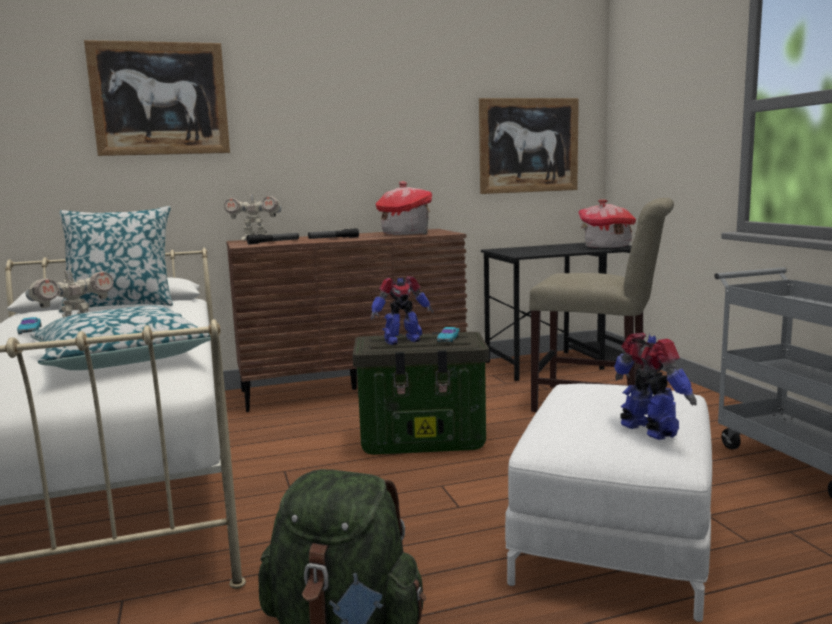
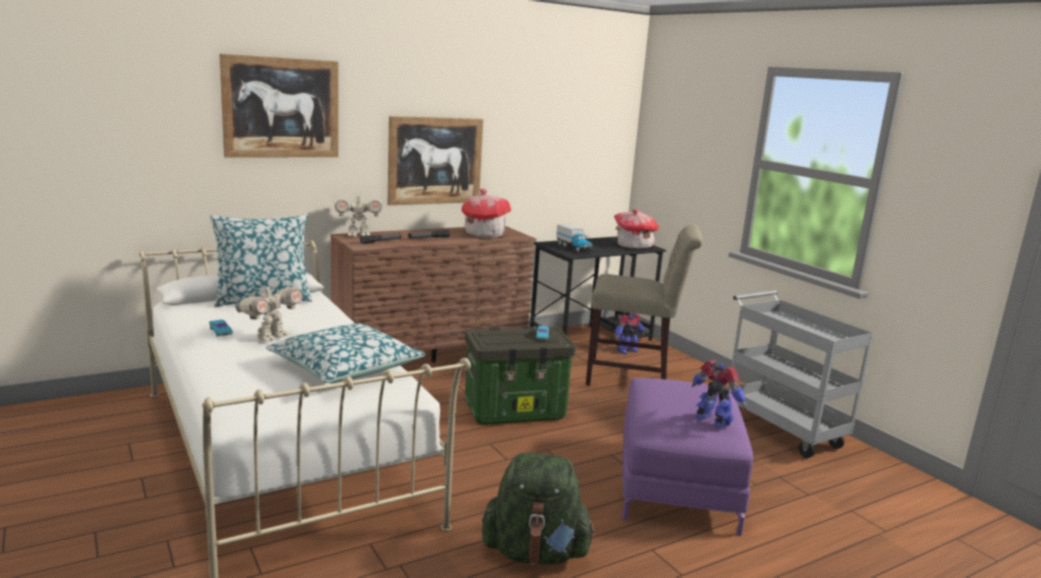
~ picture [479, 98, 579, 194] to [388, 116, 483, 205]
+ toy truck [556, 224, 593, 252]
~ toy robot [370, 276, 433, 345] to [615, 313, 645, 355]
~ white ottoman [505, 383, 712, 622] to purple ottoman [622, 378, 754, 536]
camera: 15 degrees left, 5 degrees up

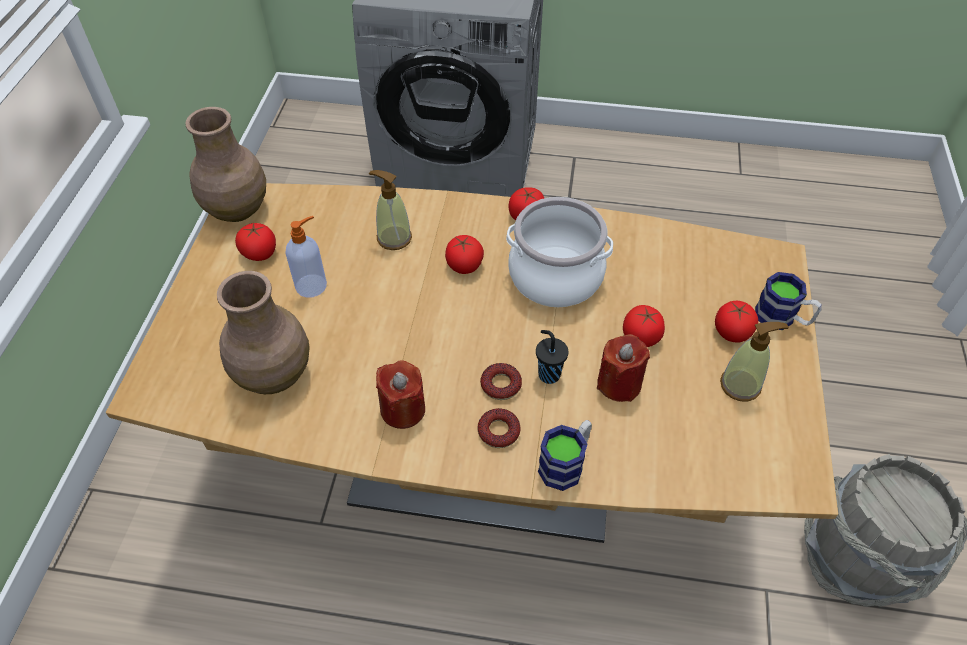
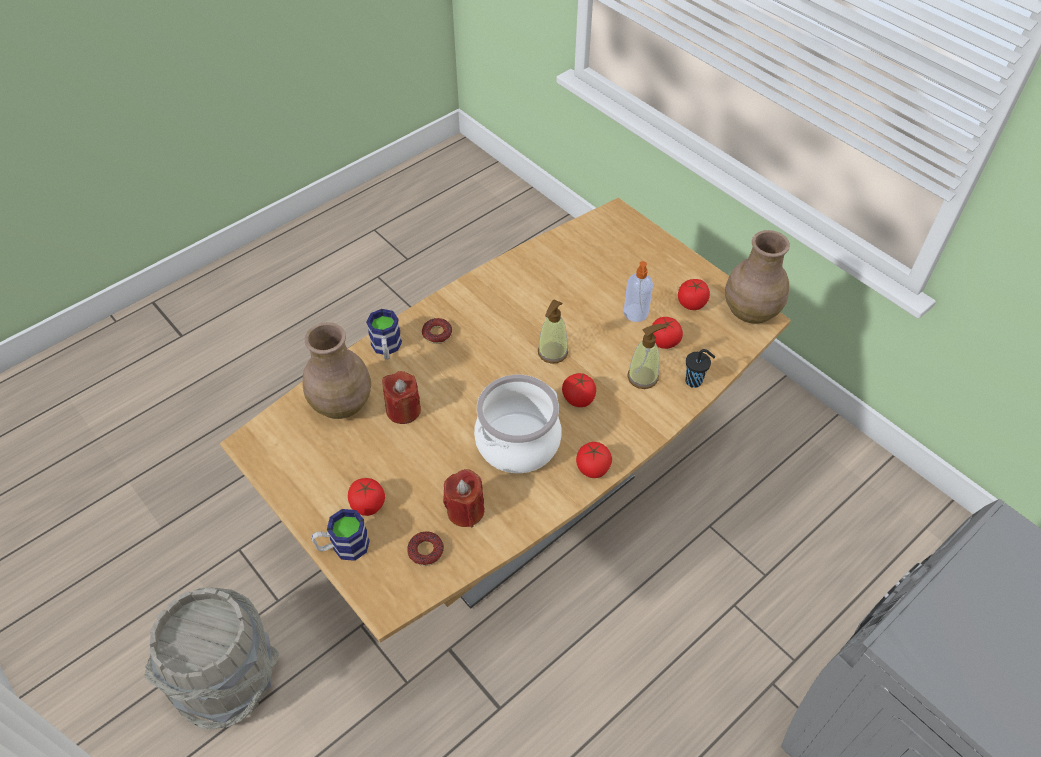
~ brown vase [217, 271, 310, 394] to [303, 322, 371, 419]
~ donut [480, 363, 522, 400] to [407, 531, 444, 566]
~ red candle [376, 360, 425, 429] to [443, 469, 484, 527]
~ soap dispenser [720, 322, 789, 401] to [538, 299, 568, 364]
~ tomato [623, 305, 665, 347] to [652, 317, 683, 349]
~ black cup [536, 330, 568, 384] to [685, 349, 715, 388]
camera: 130 degrees right, 0 degrees up

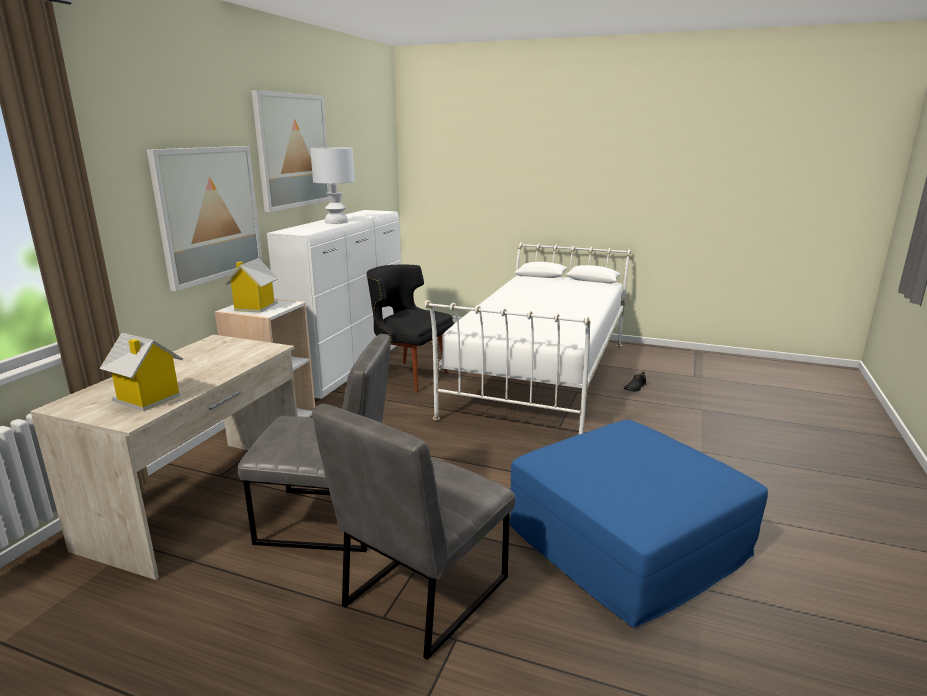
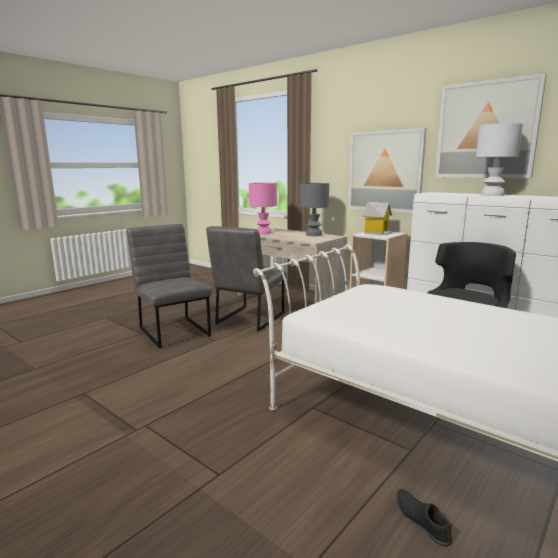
~ toy house [99, 333, 183, 411] to pink table lamp [249, 183, 277, 234]
+ grey table lamp [300, 183, 329, 236]
- blue ottoman [510, 420, 768, 628]
camera: 110 degrees right, 5 degrees down

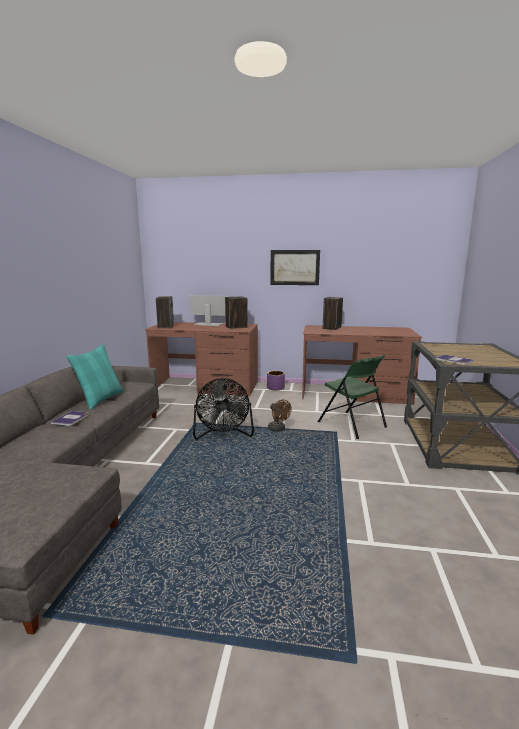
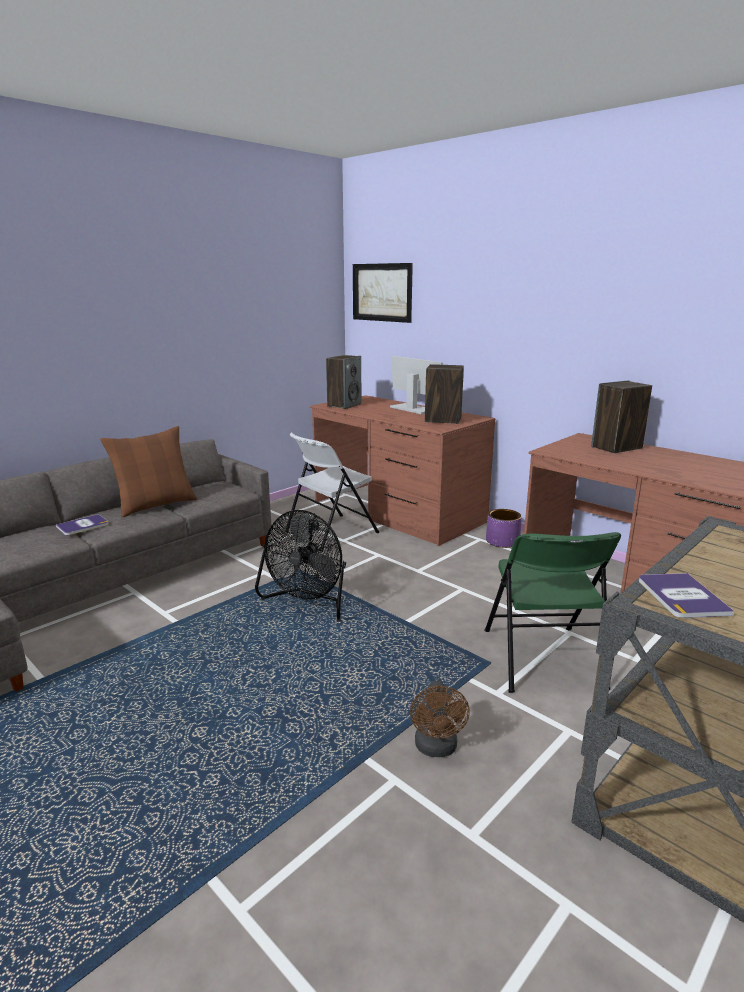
~ turquoise pillow [66, 344, 123, 410] to brown pillow [100, 426, 197, 517]
+ white chair [286, 432, 379, 552]
~ picture [270, 250, 320, 285] to [353, 263, 413, 323]
~ brown fan [268, 400, 292, 432] to [410, 681, 470, 757]
camera: 35 degrees right, 5 degrees up

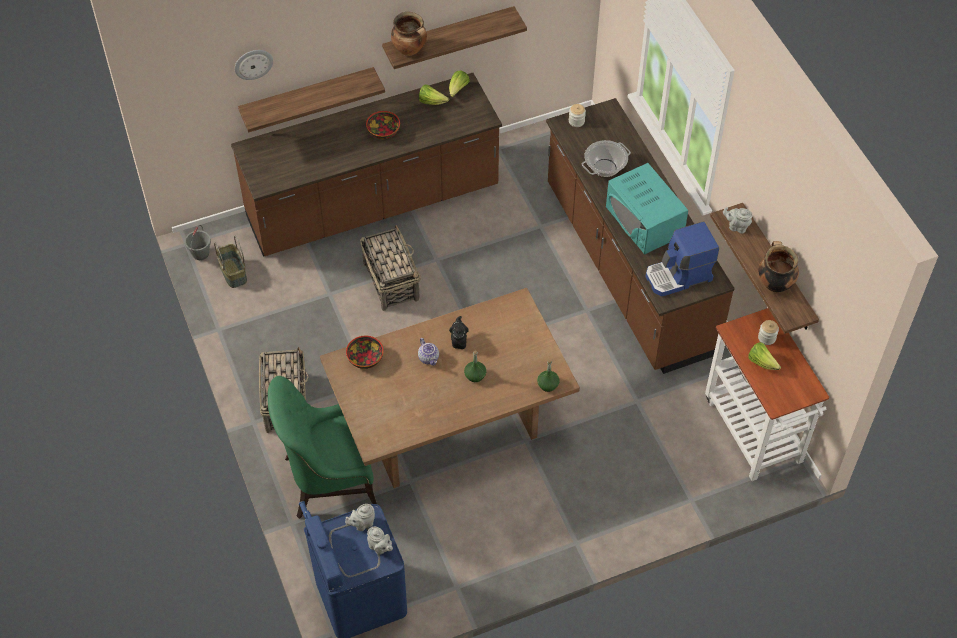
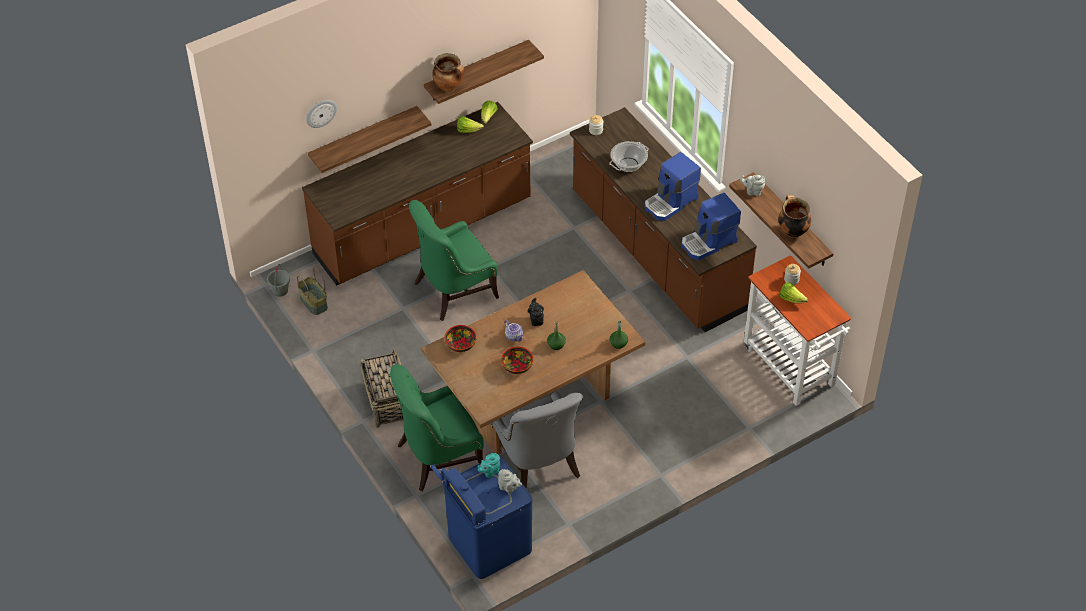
~ basket [360, 225, 421, 311] to green chair [409, 200, 499, 321]
~ grey teapot [345, 504, 375, 531] to turquoise teapot [478, 453, 500, 478]
+ grey chair [490, 392, 583, 488]
~ bowl [366, 111, 400, 139] to [501, 346, 533, 374]
~ turquoise microwave [606, 163, 688, 254] to coffee machine [645, 152, 701, 221]
camera: 10 degrees left, 5 degrees down

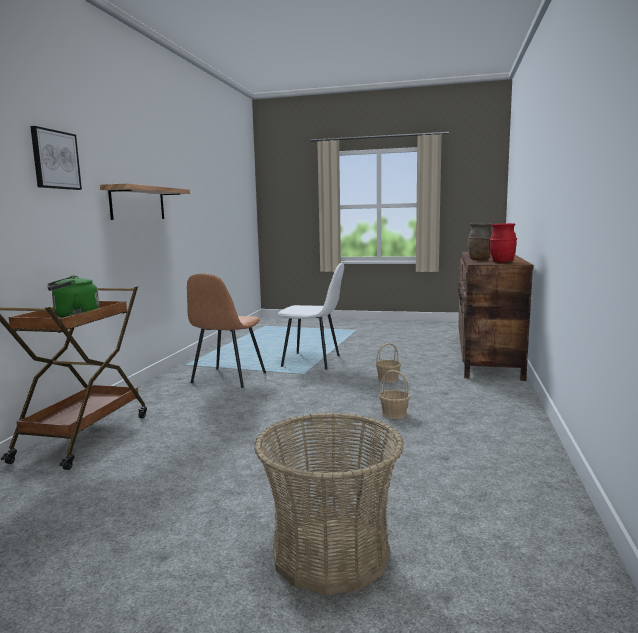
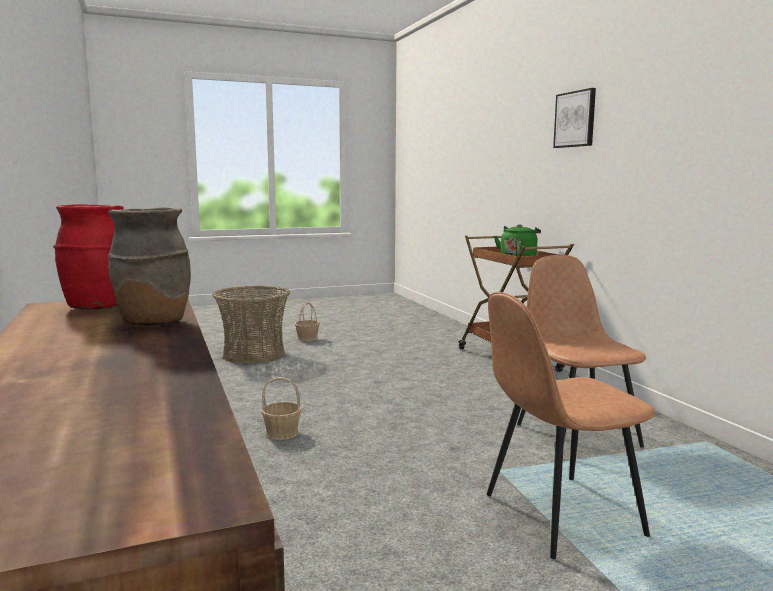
~ basket [375, 343, 401, 383] to [295, 303, 320, 342]
~ white chair [278, 263, 344, 370] to brown chair [487, 292, 655, 559]
- shelf [100, 183, 190, 220]
camera: 145 degrees right, 0 degrees up

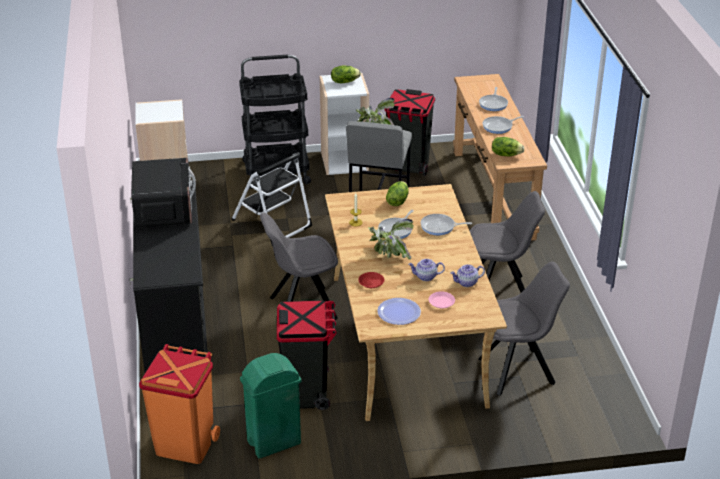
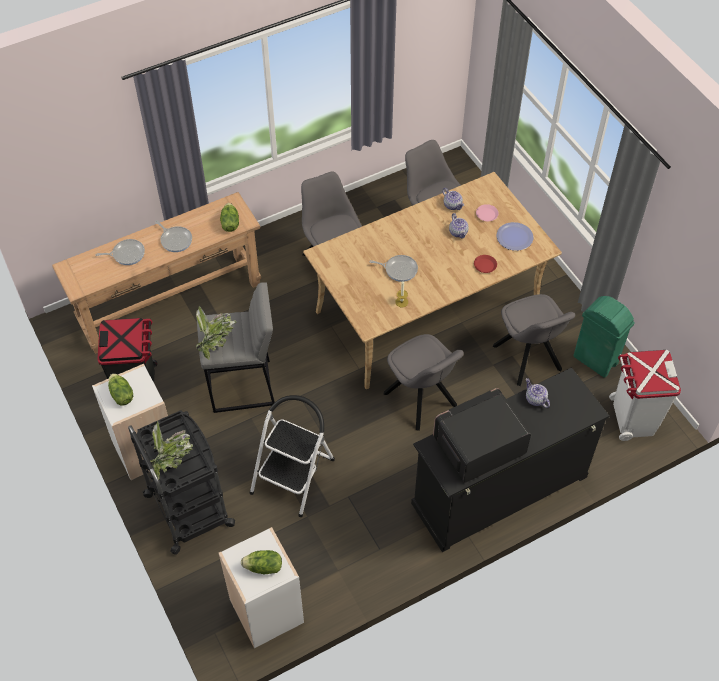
~ potted plant [367, 219, 413, 260] to [150, 421, 193, 480]
~ lettuce [386, 181, 409, 206] to [241, 550, 282, 574]
~ black trash can [277, 301, 337, 410] to grey chair [493, 294, 575, 386]
+ teapot [526, 378, 550, 408]
~ orange trash can [139, 344, 220, 464] to white trash can [609, 350, 681, 441]
- frying pan [421, 214, 472, 235]
camera: 110 degrees left, 20 degrees up

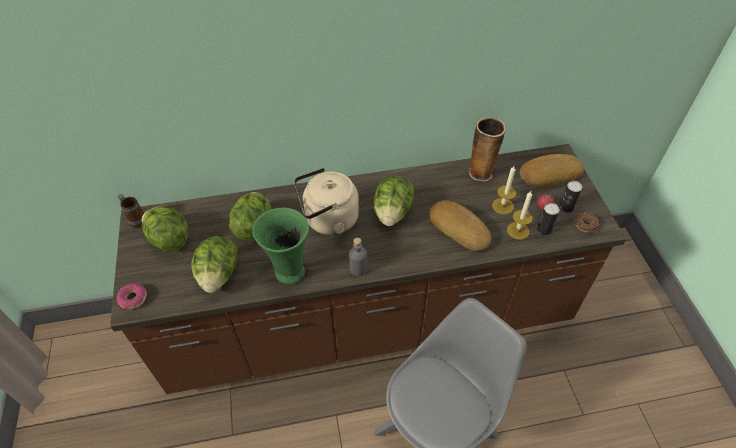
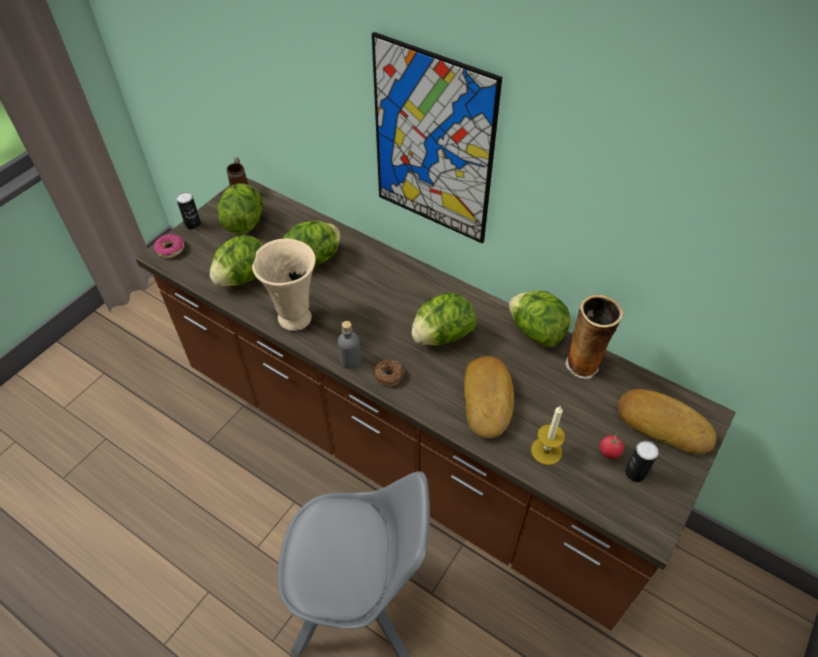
~ can [537, 203, 560, 235] to [176, 192, 201, 230]
~ green vase [252, 208, 309, 284] to beige vase [252, 239, 316, 331]
+ picture [372, 32, 502, 243]
~ donut [575, 213, 599, 233] to [374, 359, 404, 386]
+ lettuce [509, 291, 570, 347]
- beige kettle [294, 168, 359, 235]
- candle [492, 166, 516, 215]
camera: 45 degrees right, 0 degrees up

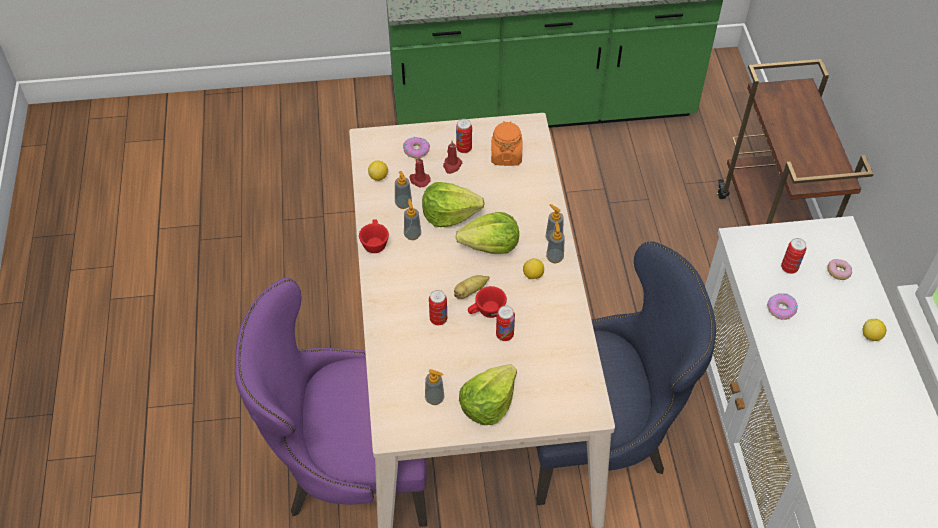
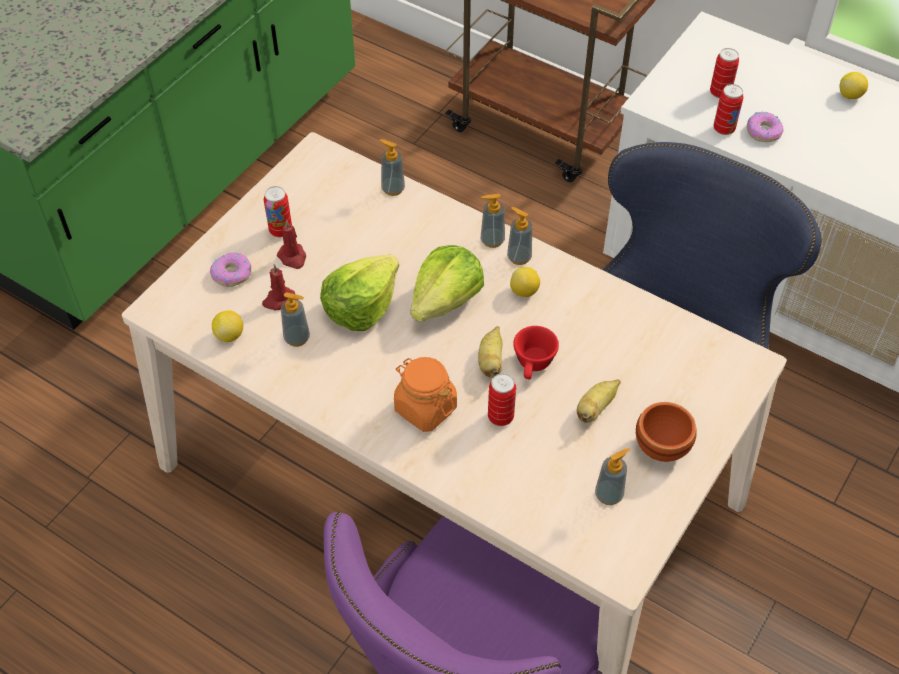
~ soap dispenser [404, 199, 421, 240] to [379, 139, 405, 196]
~ orange jar [491, 121, 522, 166] to [394, 357, 457, 432]
+ banana [577, 379, 620, 423]
~ lettuce [459, 364, 517, 425] to brown bowl [636, 402, 697, 462]
~ can [496, 306, 515, 341] to [714, 84, 744, 135]
- red cup [359, 219, 389, 253]
- donut [827, 259, 852, 280]
camera: 50 degrees left, 0 degrees up

